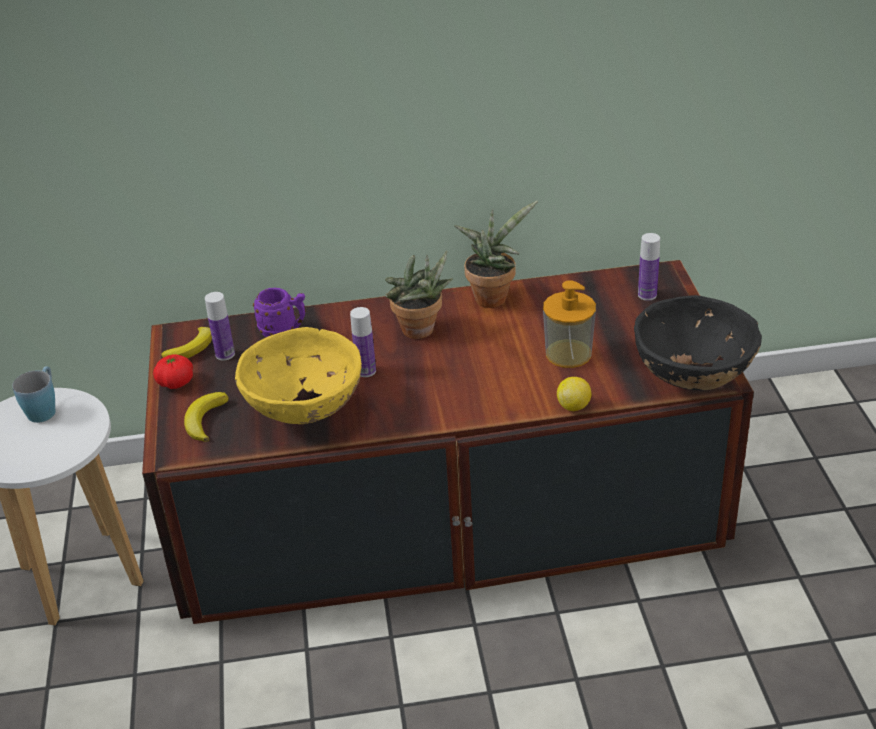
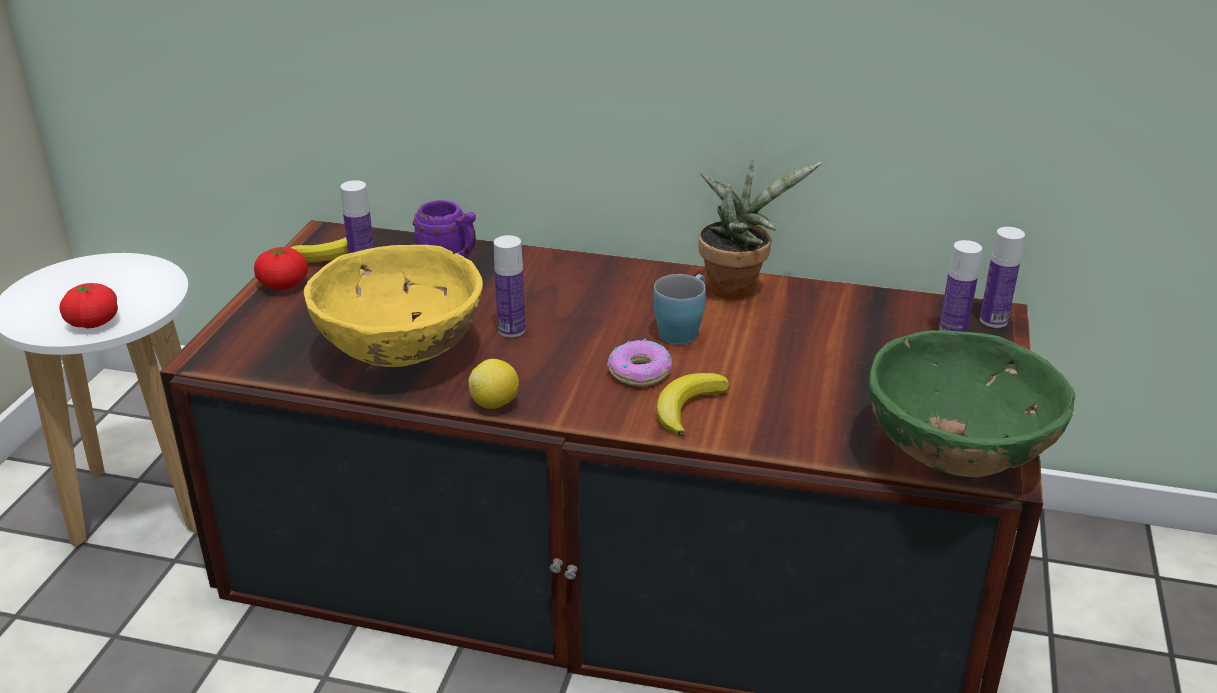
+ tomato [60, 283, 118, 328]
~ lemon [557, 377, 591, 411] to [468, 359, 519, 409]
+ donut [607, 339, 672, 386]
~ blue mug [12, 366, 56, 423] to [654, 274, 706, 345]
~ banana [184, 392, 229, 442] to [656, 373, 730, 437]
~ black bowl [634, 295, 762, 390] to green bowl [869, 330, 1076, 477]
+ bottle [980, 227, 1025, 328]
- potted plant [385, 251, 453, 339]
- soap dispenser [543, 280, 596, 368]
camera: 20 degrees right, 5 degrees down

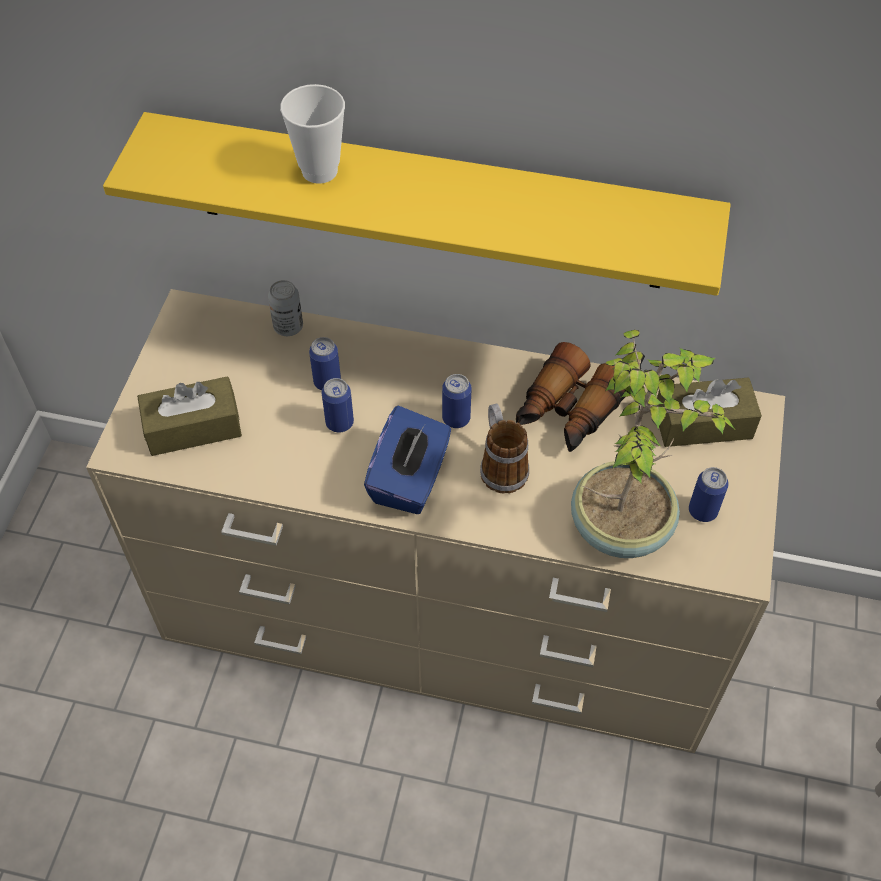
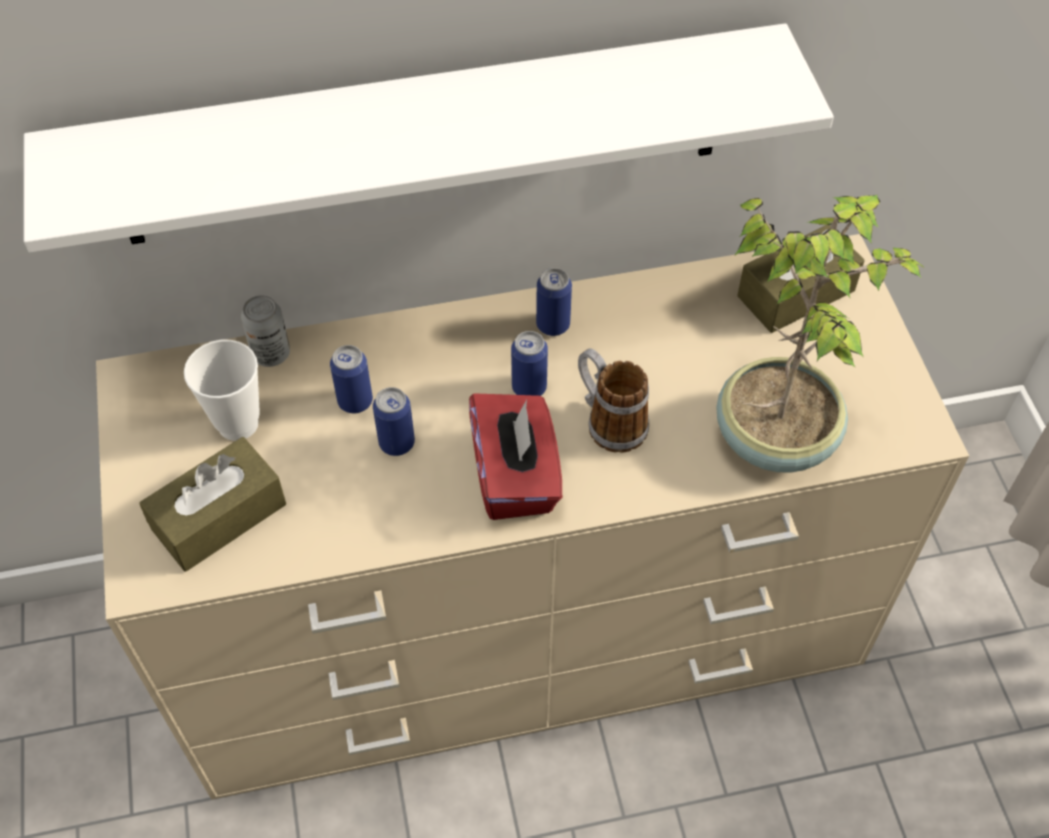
~ yellow shelf [103, 112, 731, 296] to white shelf [24, 23, 834, 252]
~ cup [280, 84, 345, 184] to [184, 340, 260, 441]
~ blue tissue box [364, 405, 451, 514] to red tissue box [469, 393, 562, 520]
~ can [689, 467, 729, 522] to [536, 268, 572, 336]
- binoculars [516, 342, 625, 452]
camera: 25 degrees left, 0 degrees up

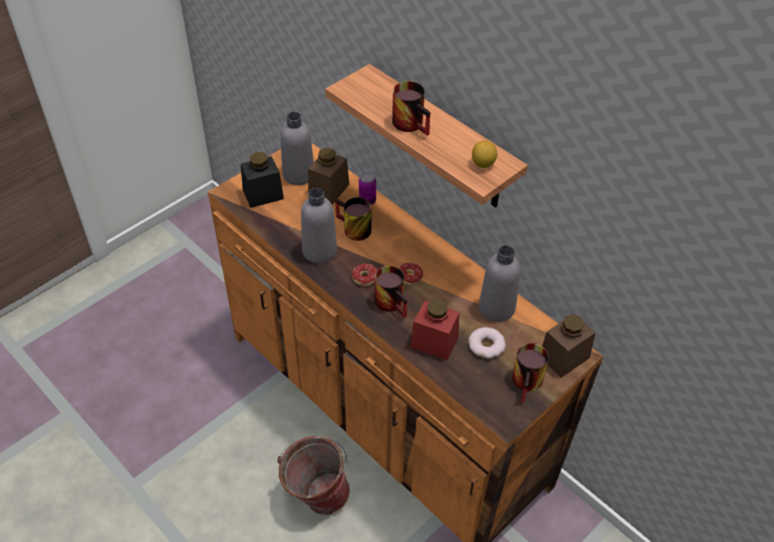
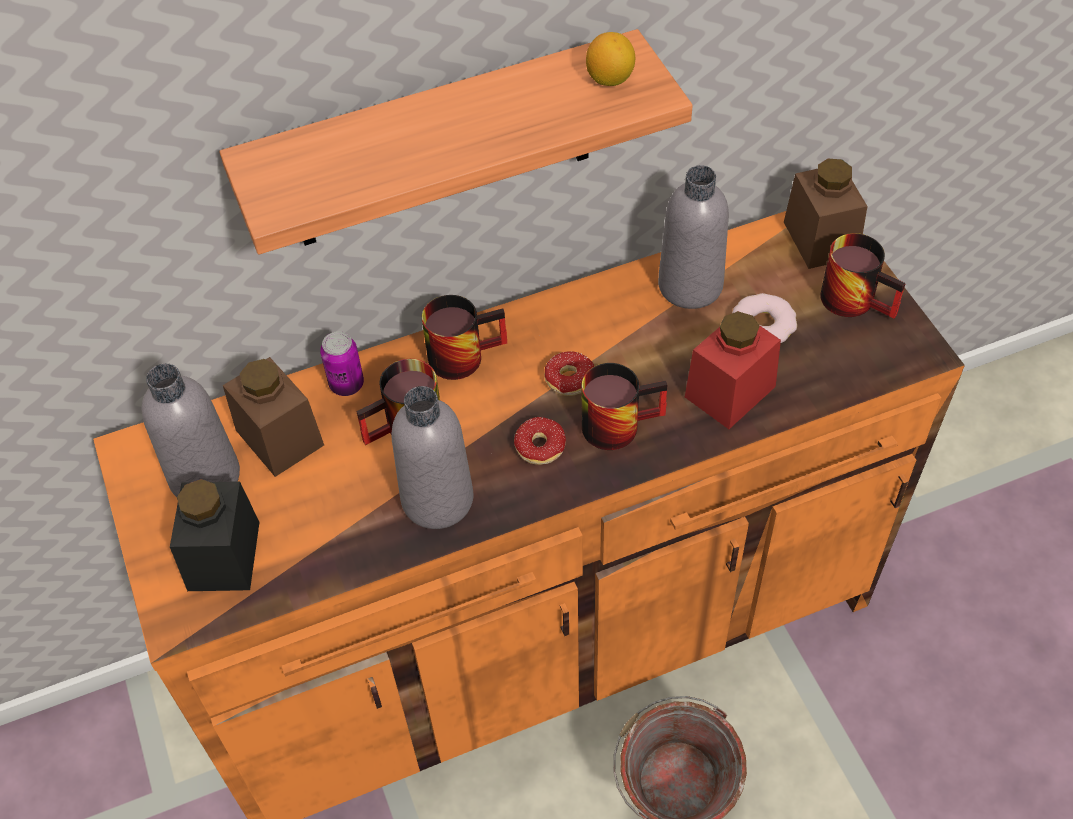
~ mug [392, 81, 430, 136] to [422, 295, 507, 380]
camera: 65 degrees left, 5 degrees up

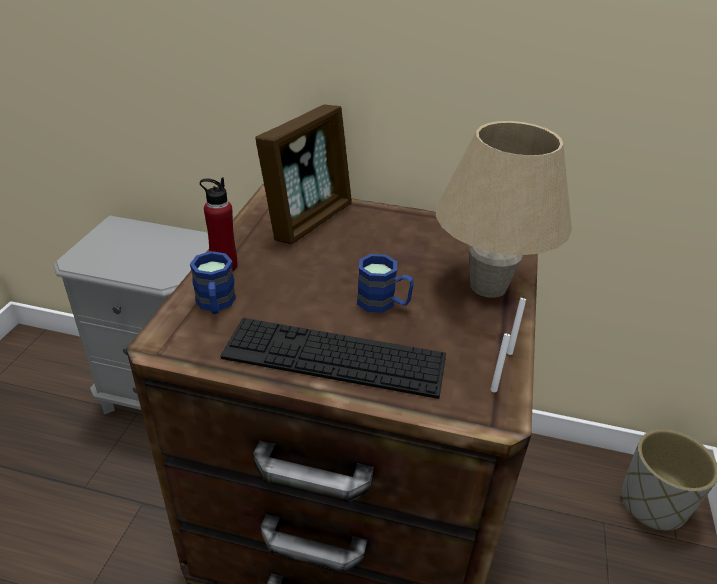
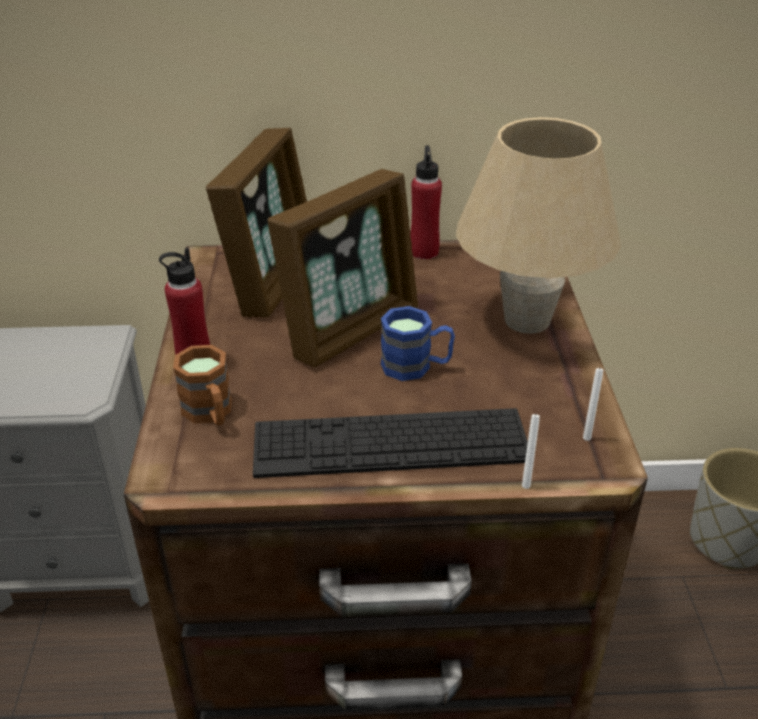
~ blue mug [190, 251, 236, 314] to brown mug [173, 345, 232, 425]
+ picture frame [268, 169, 418, 367]
+ red bottle [410, 145, 442, 259]
~ white candle [507, 297, 526, 355] to [522, 414, 540, 489]
camera: 15 degrees left, 0 degrees up

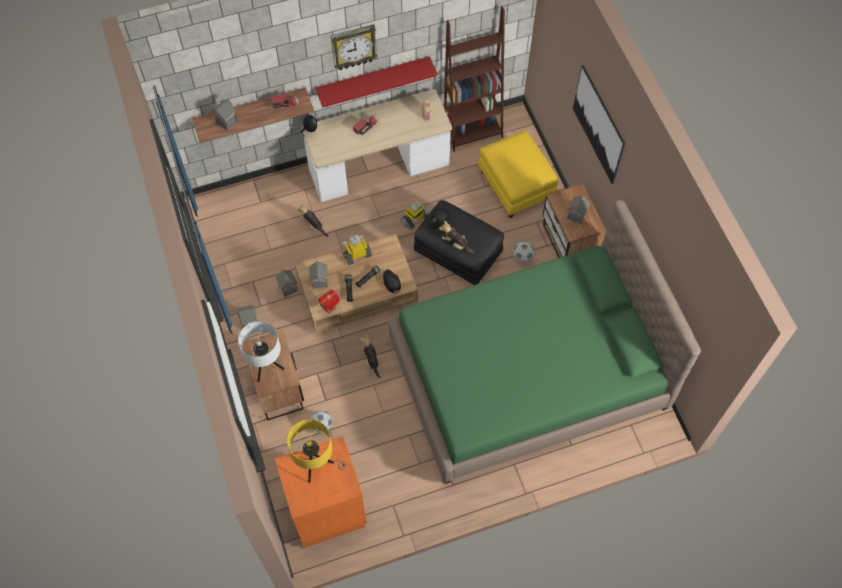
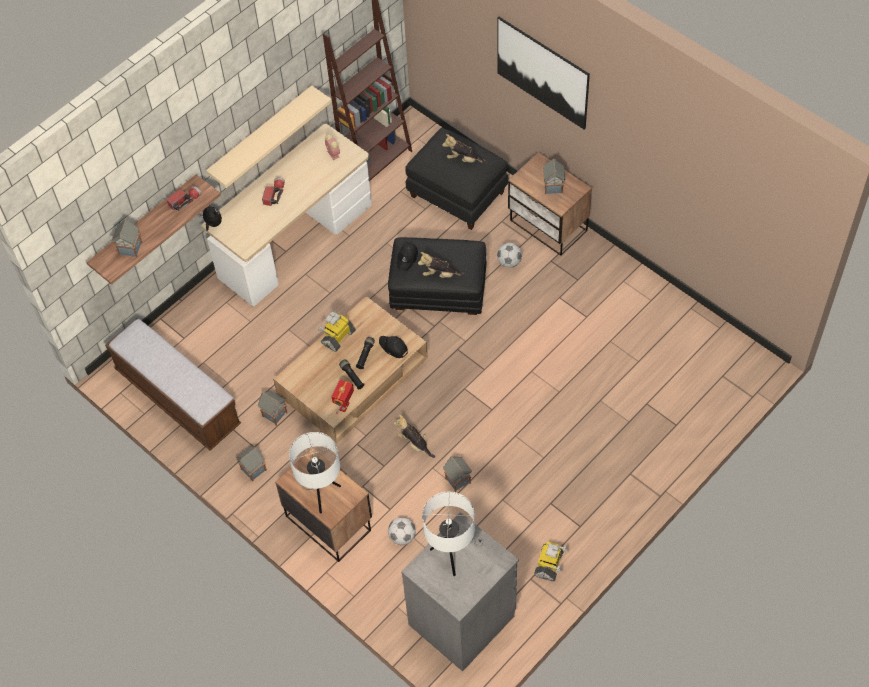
+ bench [105, 319, 241, 451]
~ red shelf [316, 56, 437, 108] to beige shelf [206, 86, 332, 188]
~ orange dresser [274, 436, 367, 548] to grey dresser [401, 512, 519, 672]
~ yellow ottoman [478, 130, 558, 218] to black ottoman [405, 128, 508, 230]
~ yellow table lamp [287, 419, 346, 483] to white table lamp [422, 492, 484, 576]
~ plush toy [297, 202, 329, 237] to [442, 134, 487, 163]
~ toy house [309, 261, 328, 289] to [443, 456, 472, 492]
~ toy robot [400, 201, 429, 230] to [534, 542, 568, 581]
- wall clock [331, 24, 377, 70]
- green bed [388, 200, 701, 484]
camera: 25 degrees left, 5 degrees down

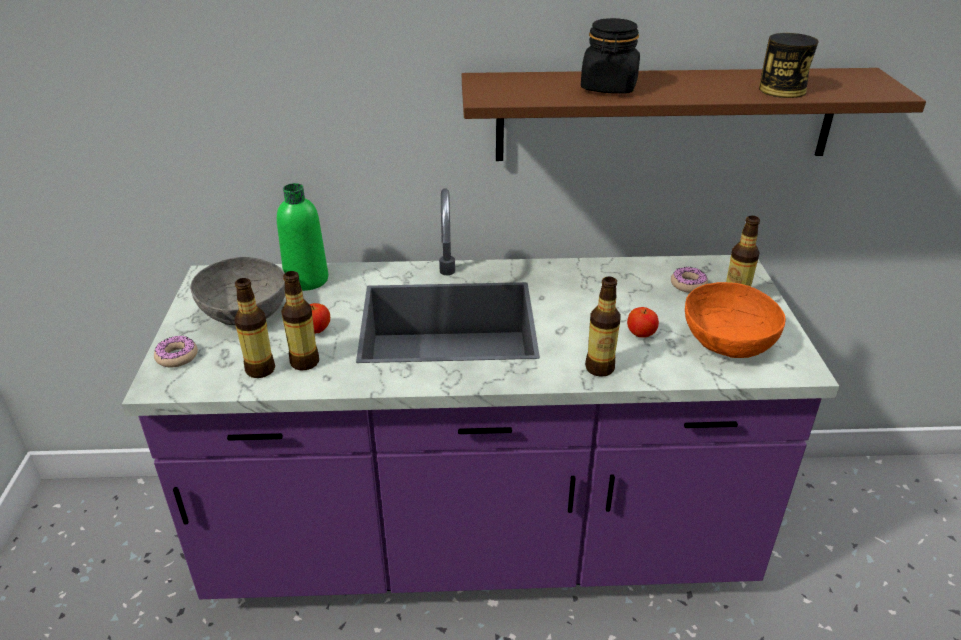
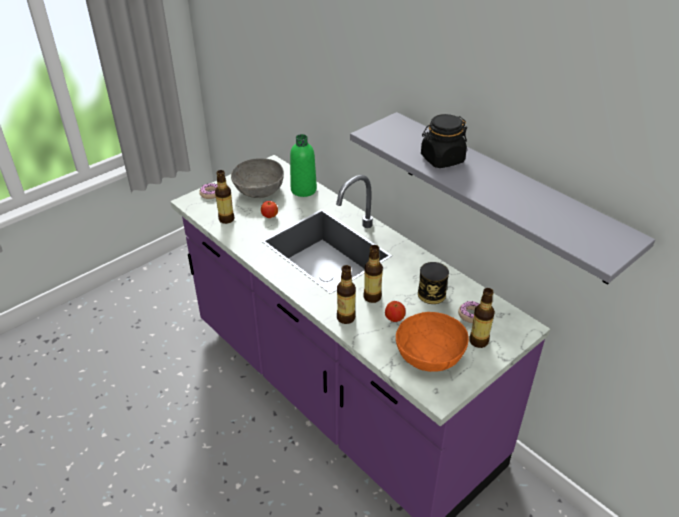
~ brown shelf [462, 68, 926, 161] to grey shelf [350, 112, 655, 285]
~ bottle [281, 271, 319, 370] to [363, 245, 383, 303]
~ can [759, 33, 819, 98] to [418, 262, 449, 304]
camera: 50 degrees right, 5 degrees up

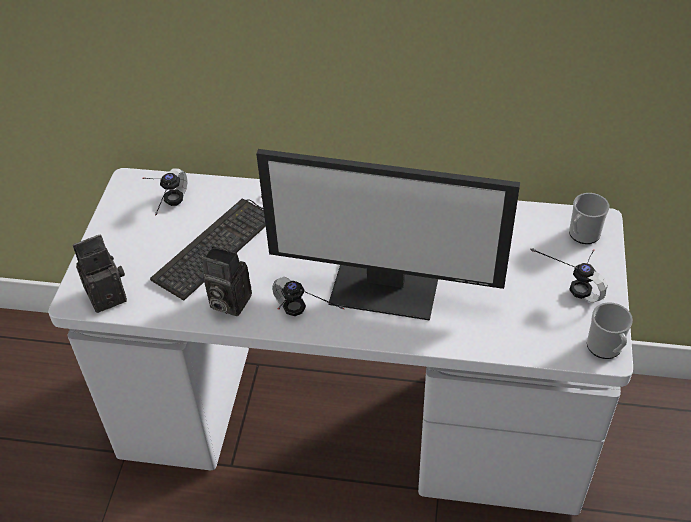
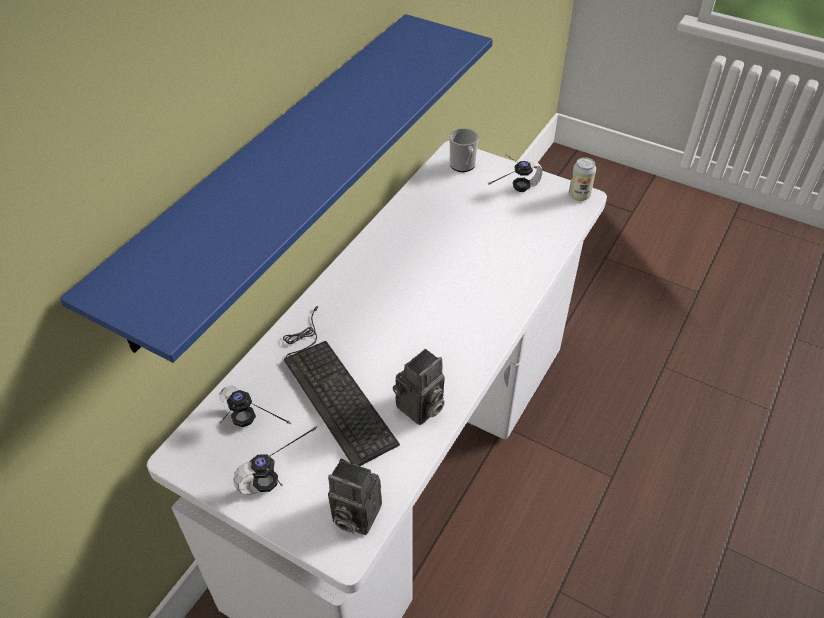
+ blue shelf [60, 14, 493, 363]
~ headphones [272, 277, 344, 316] to [234, 426, 317, 495]
~ photo camera [73, 235, 127, 313] = [328, 459, 382, 535] 60 degrees counterclockwise
~ mug [587, 302, 633, 359] to can [569, 157, 596, 201]
- monitor [256, 149, 520, 321]
camera: 70 degrees left, 0 degrees up

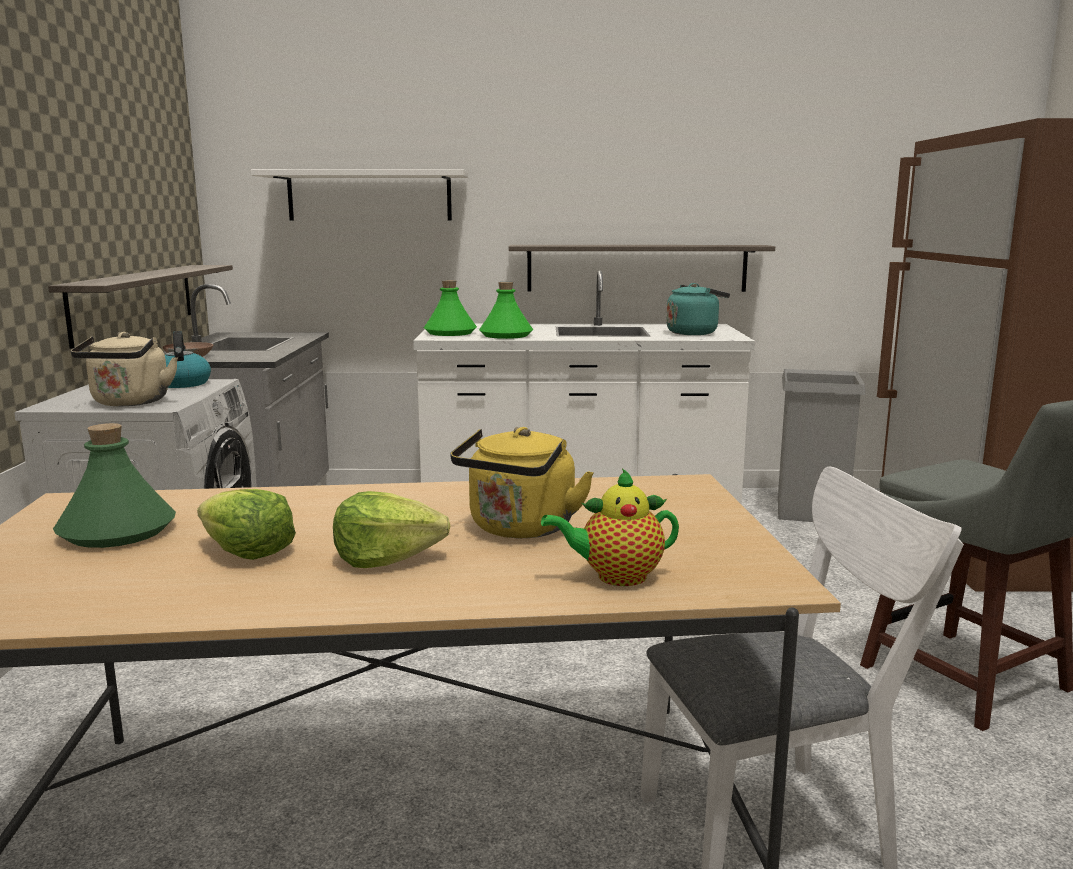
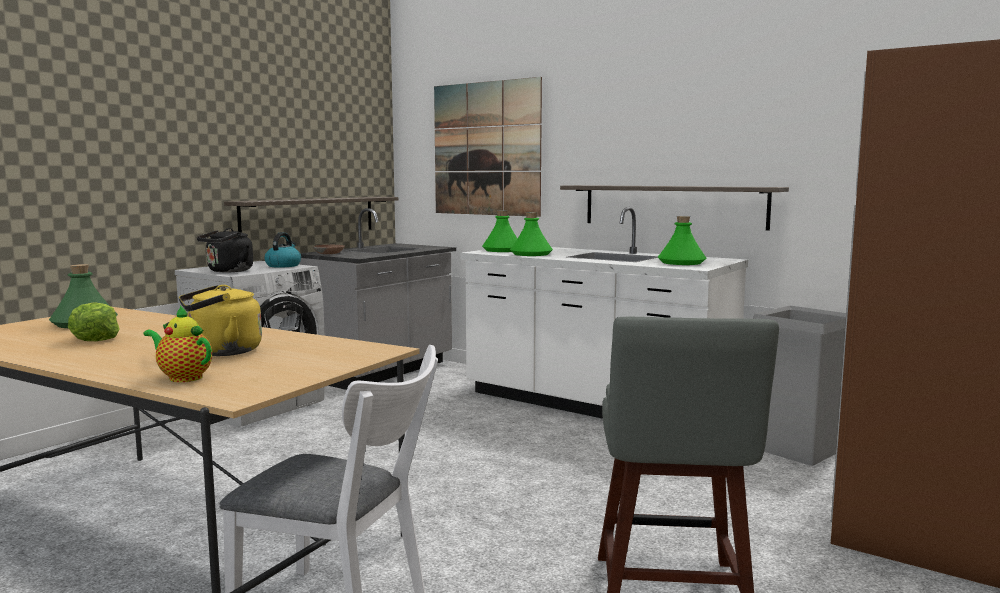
~ beige kettle [71, 332, 178, 406] to black kettle [197, 228, 253, 272]
~ white shelf [251, 169, 468, 221] to picture [434, 77, 542, 217]
~ turquoise kettle [666, 283, 730, 335] to green bottle [658, 216, 706, 265]
- lettuce [333, 491, 450, 568]
camera: 35 degrees right, 5 degrees down

